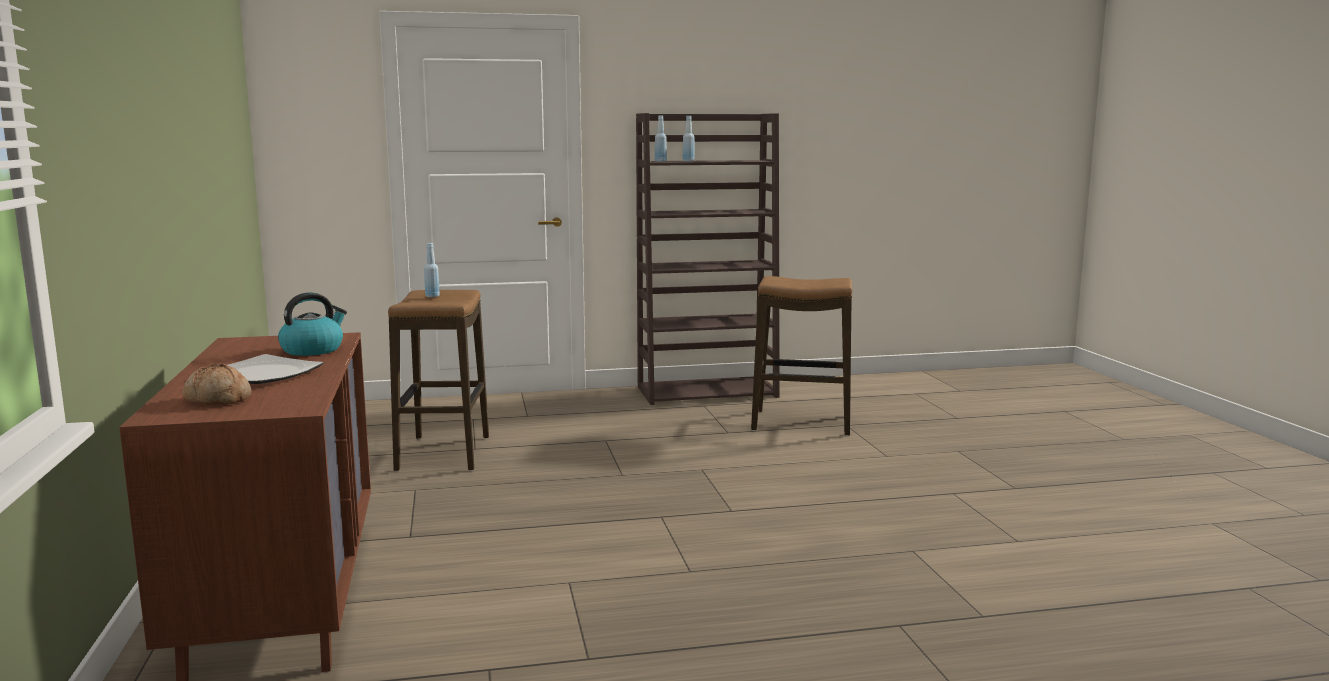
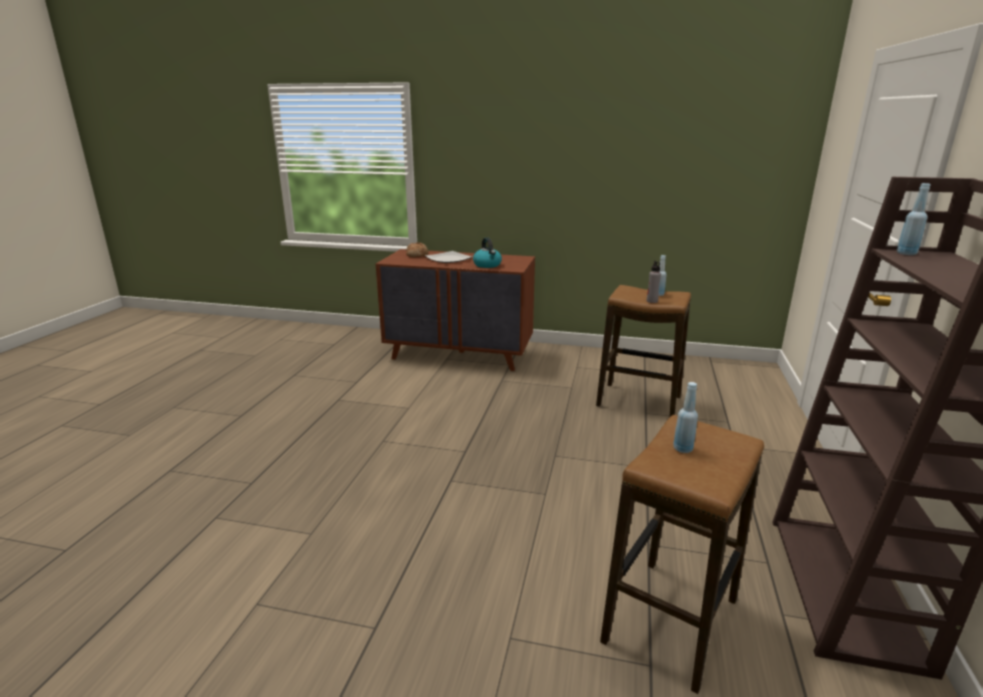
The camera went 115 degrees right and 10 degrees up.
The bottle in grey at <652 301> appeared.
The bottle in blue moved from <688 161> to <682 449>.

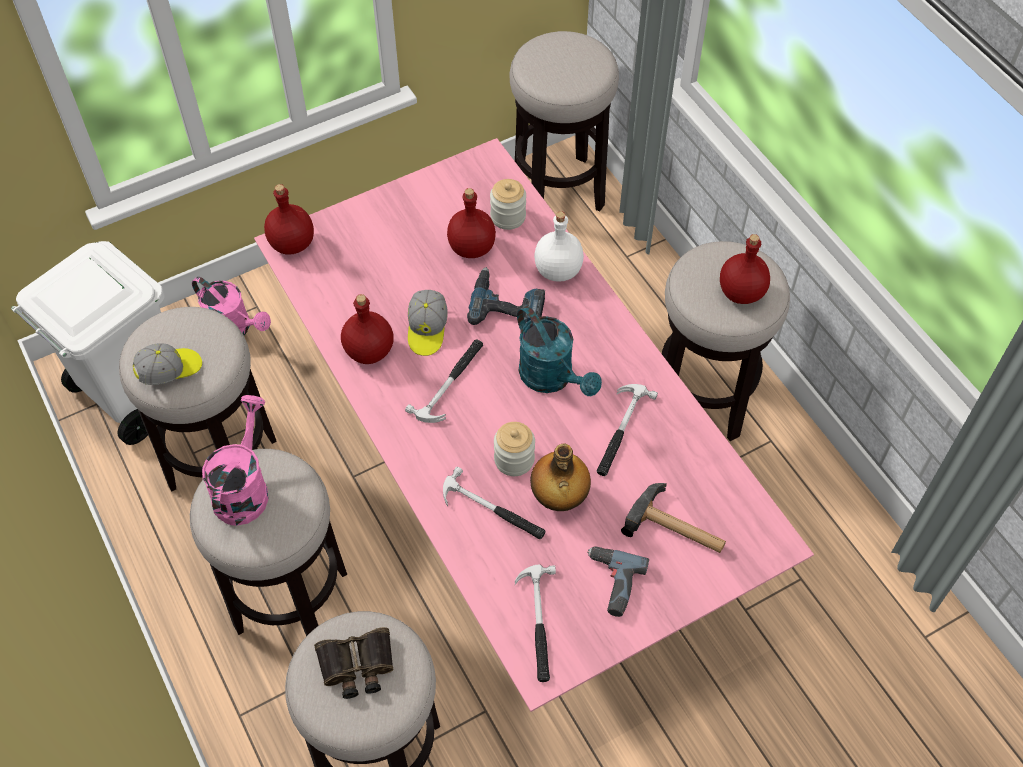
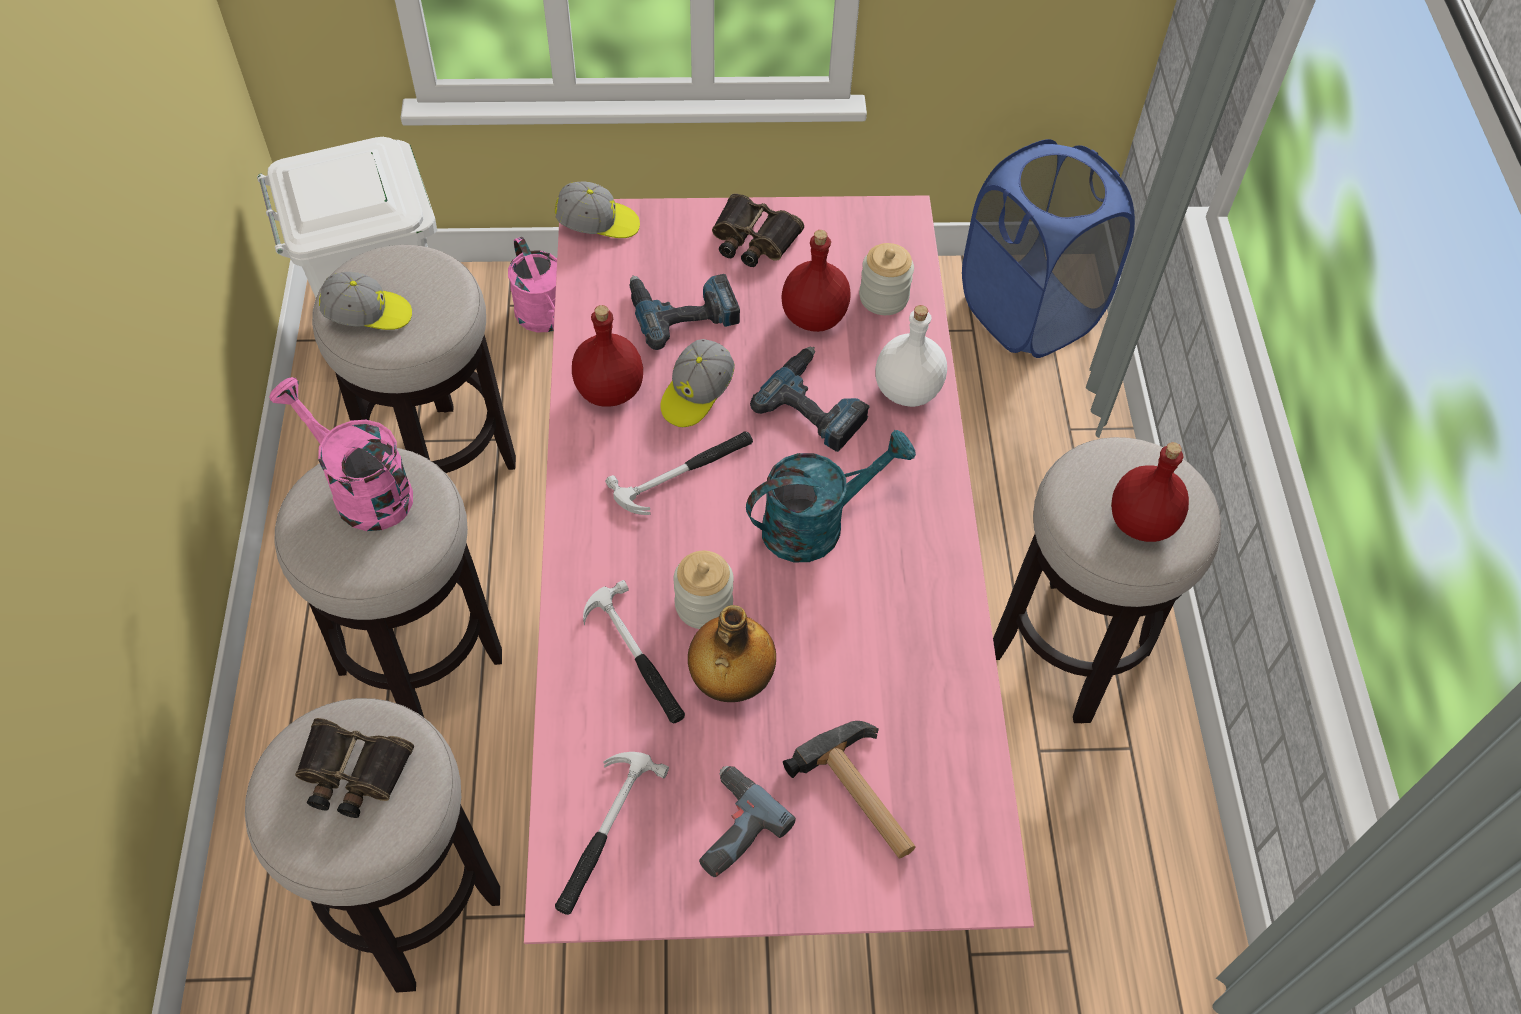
The camera went 25 degrees right and 0 degrees up.
The hammer at <620 431> disappeared.
The power drill at <683 310> appeared.
The binoculars at <752 239> appeared.
The bottle in red at <291 244> was replaced by the cap at <598 224>.
The stool at <559 189> was replaced by the laundry basket in blue at <1029 312>.
The watering can in pink at <244 488> turned 90 degrees counterclockwise.
The watering can in turquoise at <552 378> turned 105 degrees counterclockwise.

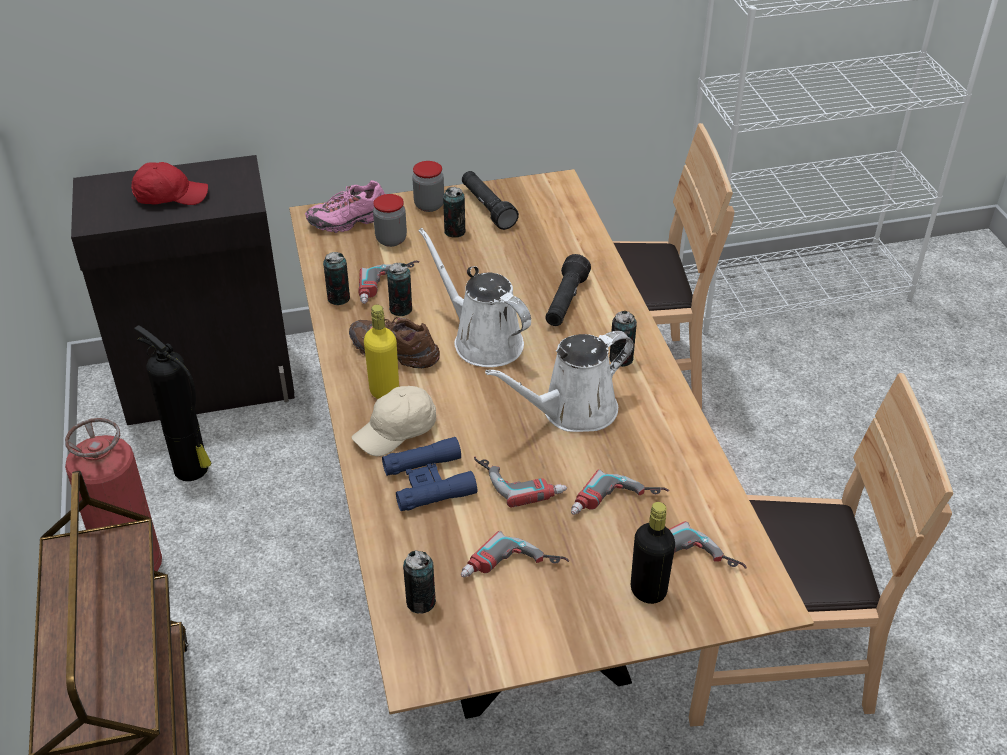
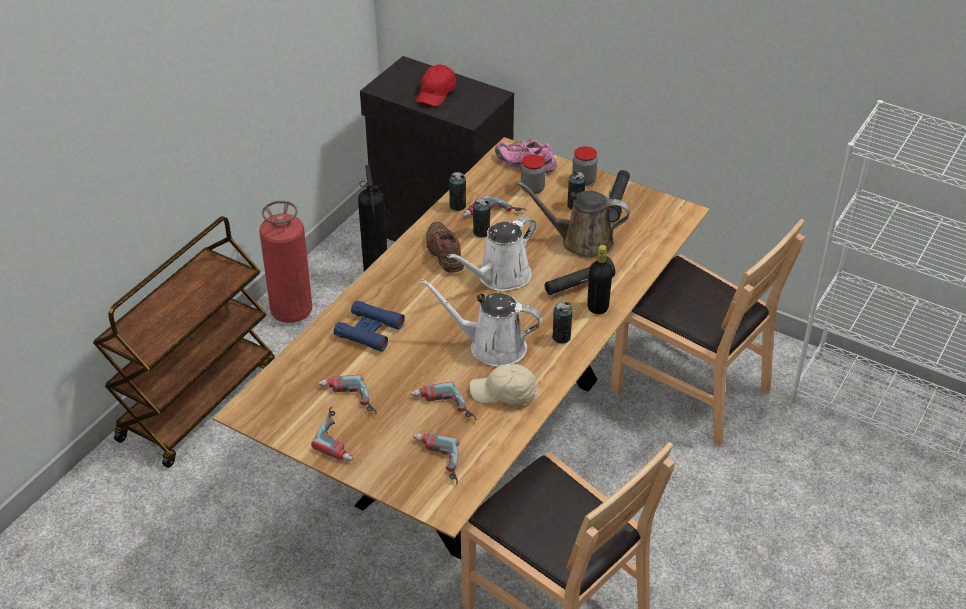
The camera went 45 degrees right and 0 degrees up.
The bottle in yellow at <384 391> disappeared.
The can at <421 602> disappeared.
The watering can in brown at <581 242> appeared.
The cap in beige moved from <397 431> to <504 394>.
The power drill moved from <520 479> to <340 437>.
The bottle in black moved from <648 590> to <597 307>.
The cap in red at <170 196> turned 75 degrees clockwise.
The watering can in white at <483 340> turned 135 degrees counterclockwise.

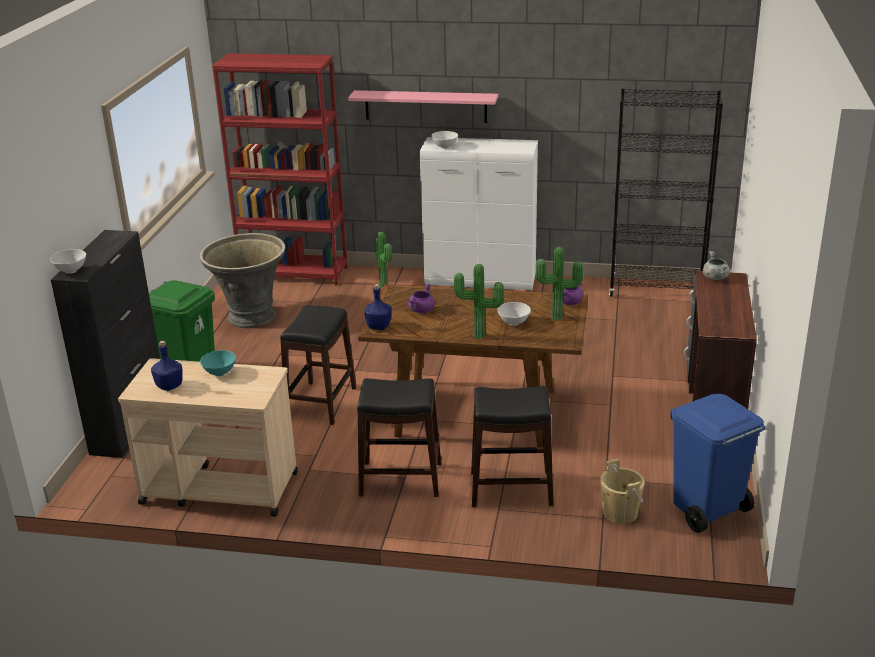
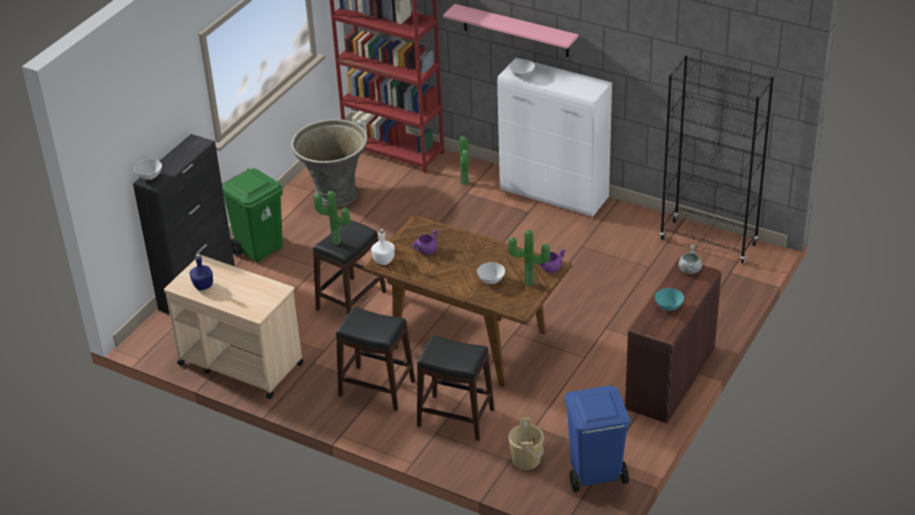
The camera went 20 degrees right and 10 degrees up.
The bowl in turquoise moved from <220 373> to <669 307>.
The potted plant moved from <479 337> to <335 243>.
The bottle in blue at <378 327> became the bottle in white at <383 261>.

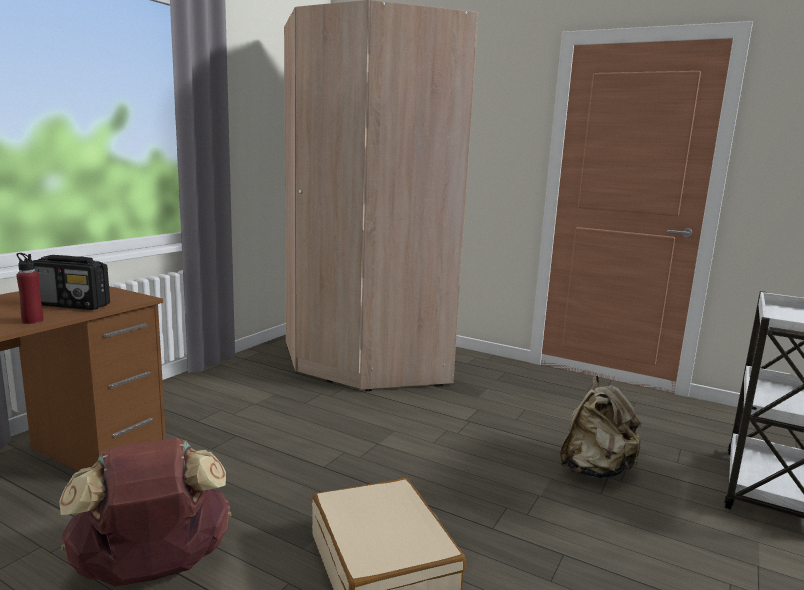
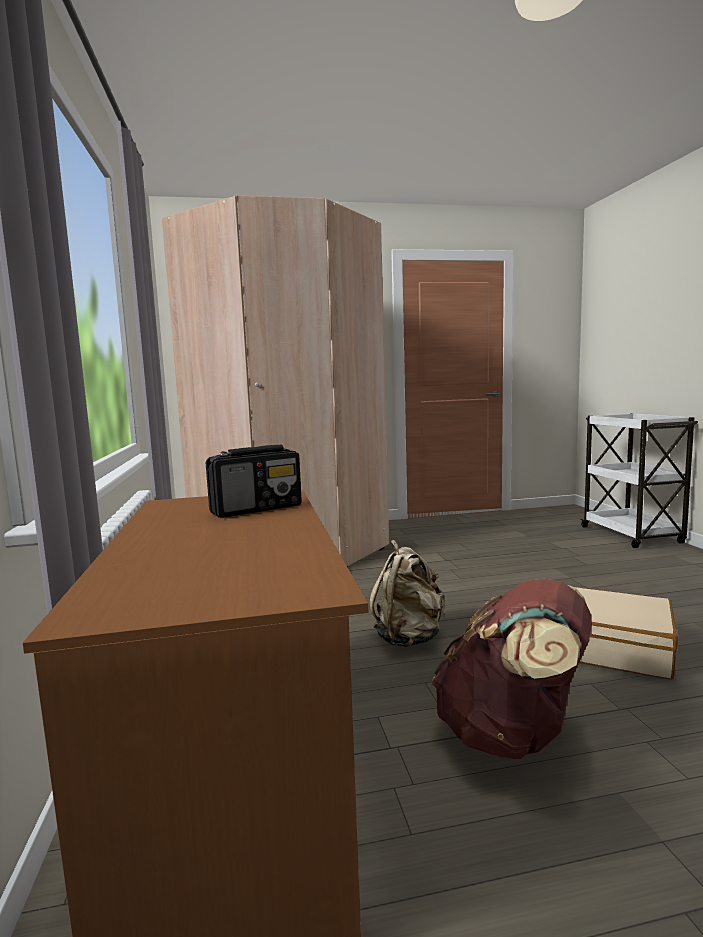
The camera went 40 degrees left and 5 degrees down.
The bottle in red at <32 321> disappeared.
The backpack in beige moved from <595 470> to <409 638>.

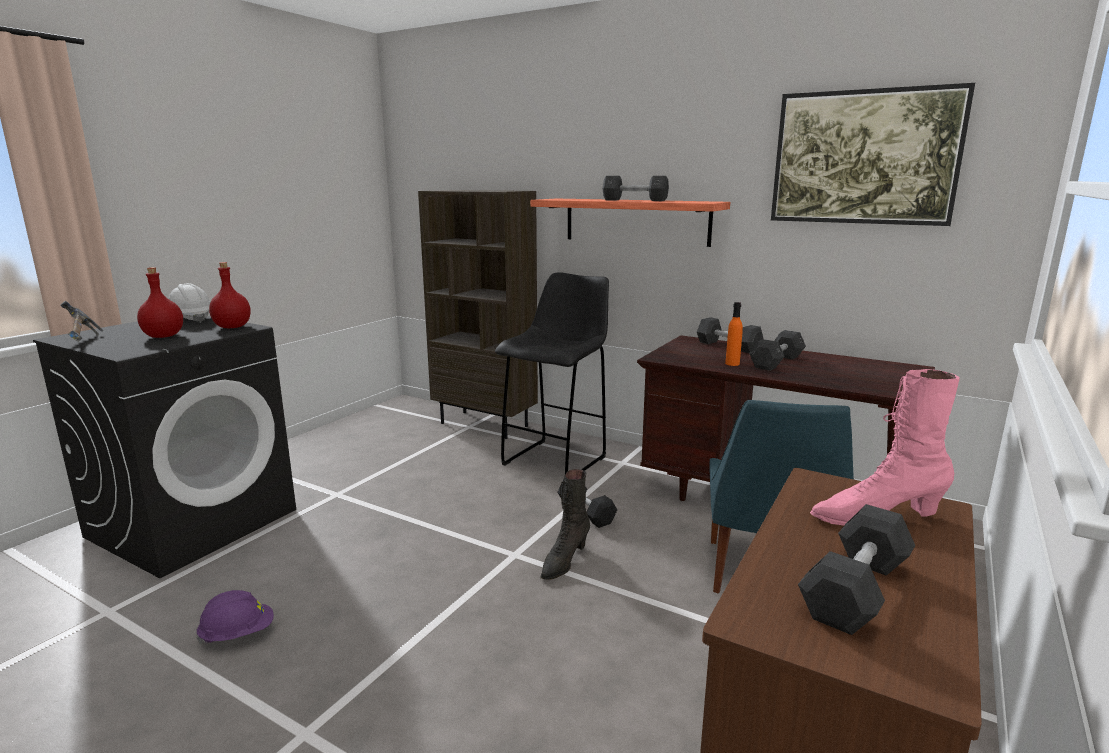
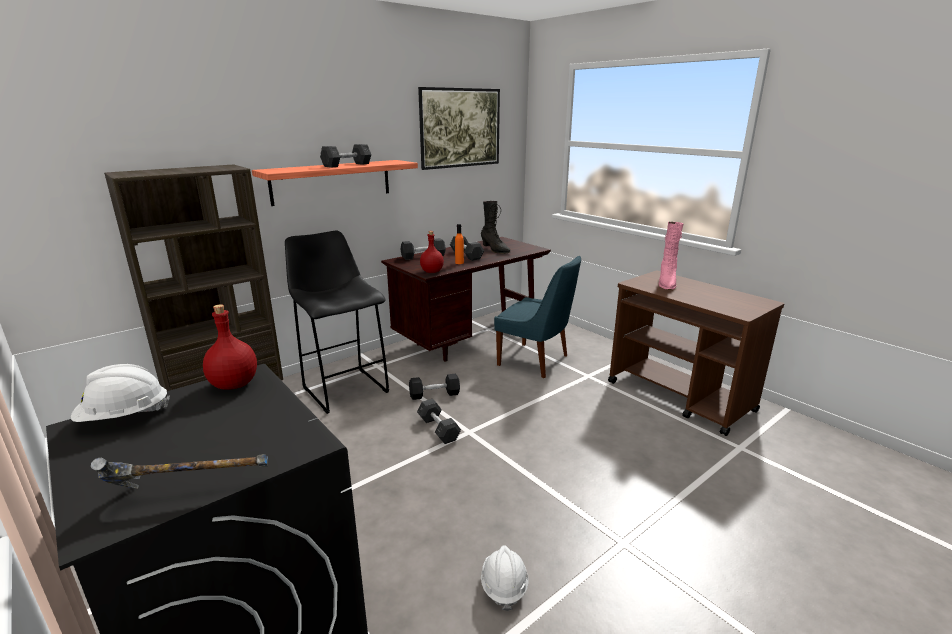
The camera went 70 degrees left and 5 degrees up.
The bottle in red moved from <163 336> to <432 272>.
The boot in black moved from <564 561> to <495 250>.
The dumbbell in grey moved from <855 590> to <438 429>.
The hard hat in purple at <238 634> became the hard hat in white at <504 586>.

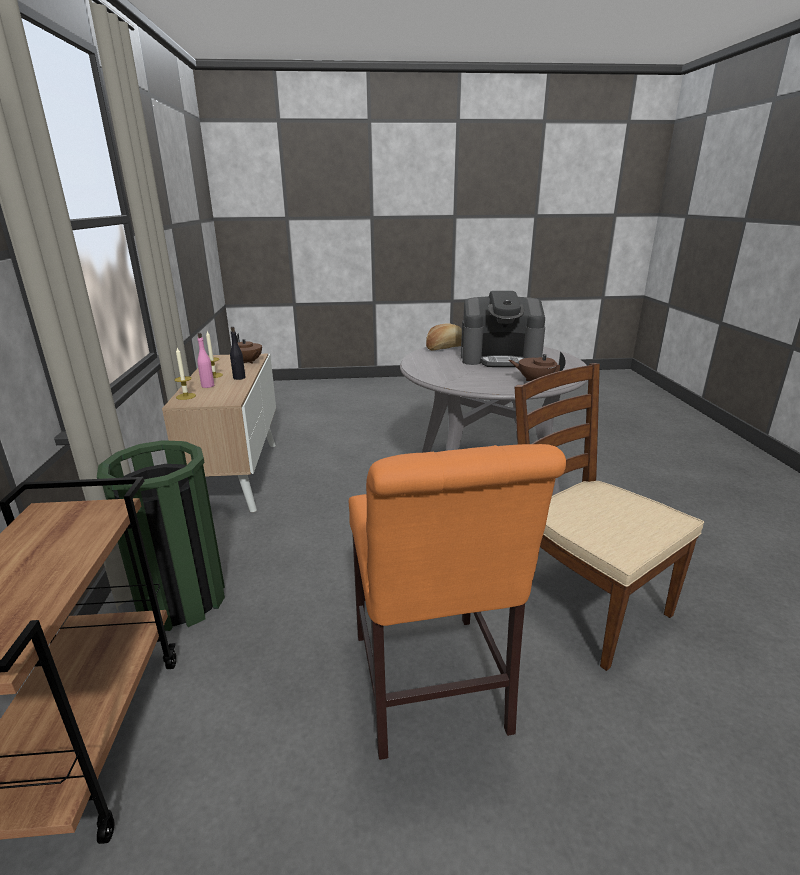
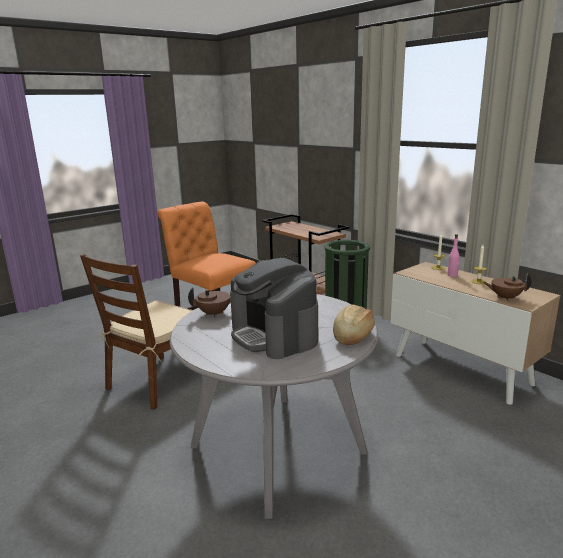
The camera went 145 degrees right and 5 degrees down.
The bottle in black at <239 378> disappeared.
The coffee machine at <500 358> turned 90 degrees counterclockwise.
The chair in brown at <583 603> turned 105 degrees clockwise.

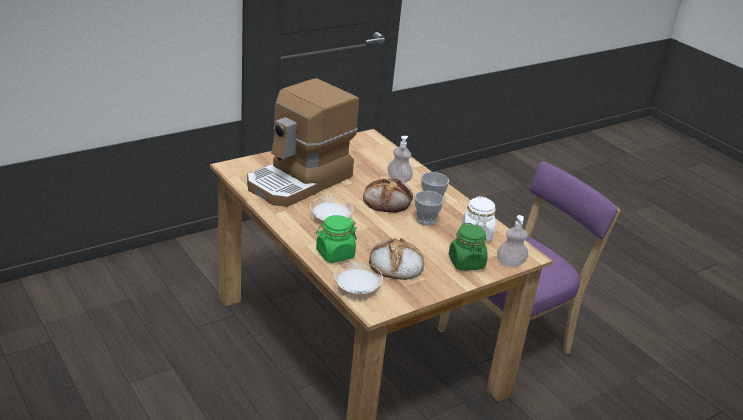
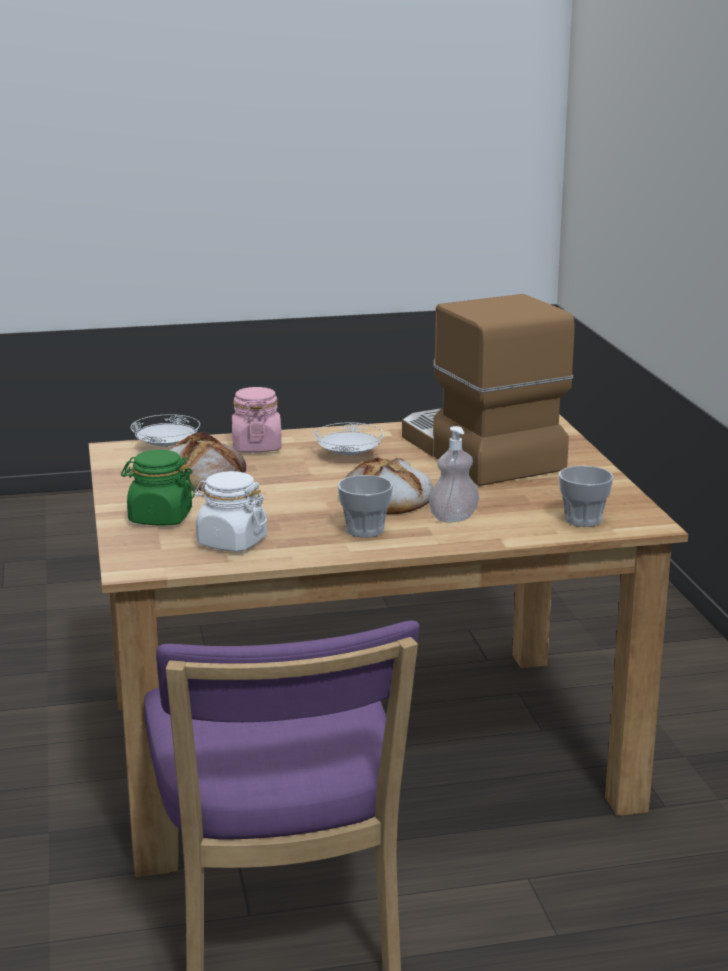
The camera went 115 degrees right and 10 degrees down.
The soap dispenser at <510 263> disappeared.
The cup moved from <426 220> to <583 519>.
The jar in green at <335 254> became the jar in pink at <256 447>.

